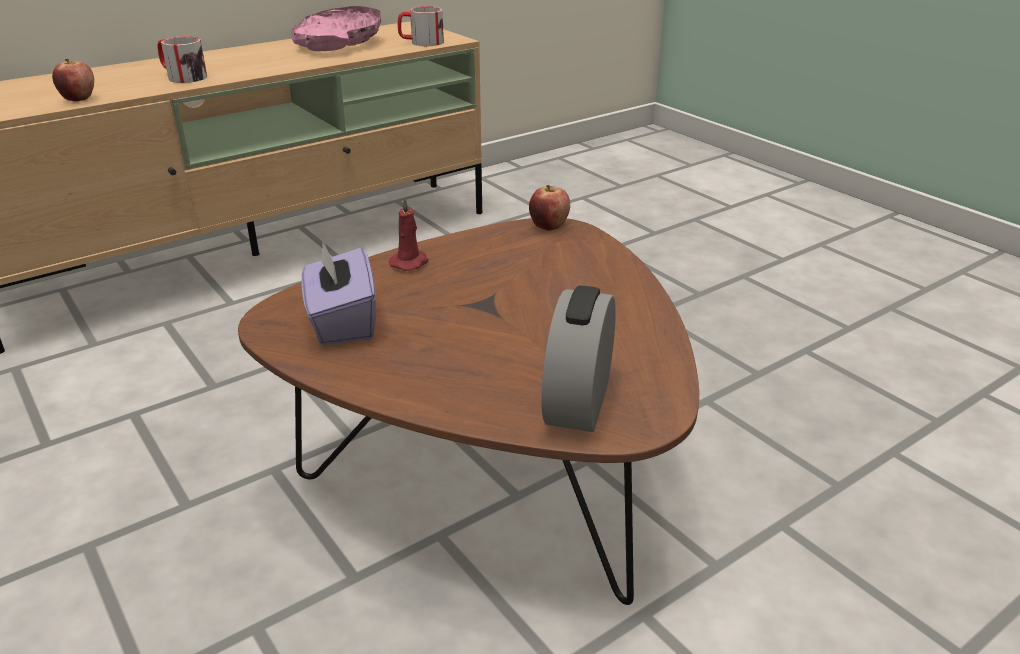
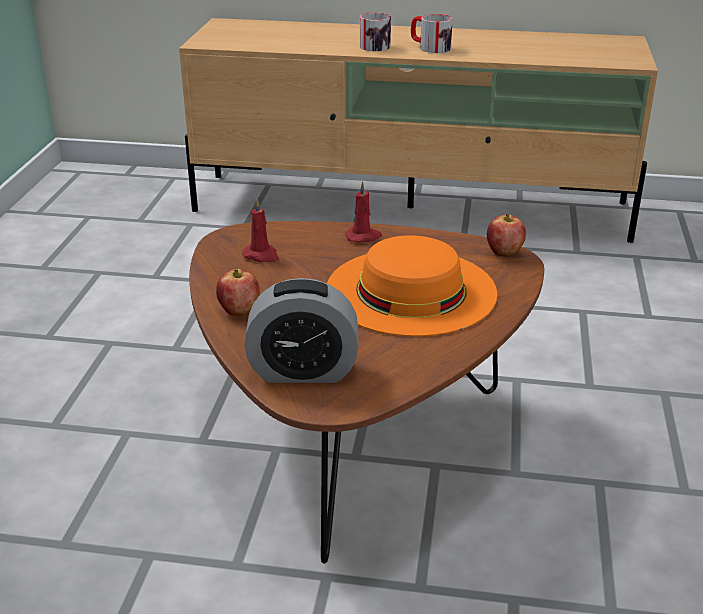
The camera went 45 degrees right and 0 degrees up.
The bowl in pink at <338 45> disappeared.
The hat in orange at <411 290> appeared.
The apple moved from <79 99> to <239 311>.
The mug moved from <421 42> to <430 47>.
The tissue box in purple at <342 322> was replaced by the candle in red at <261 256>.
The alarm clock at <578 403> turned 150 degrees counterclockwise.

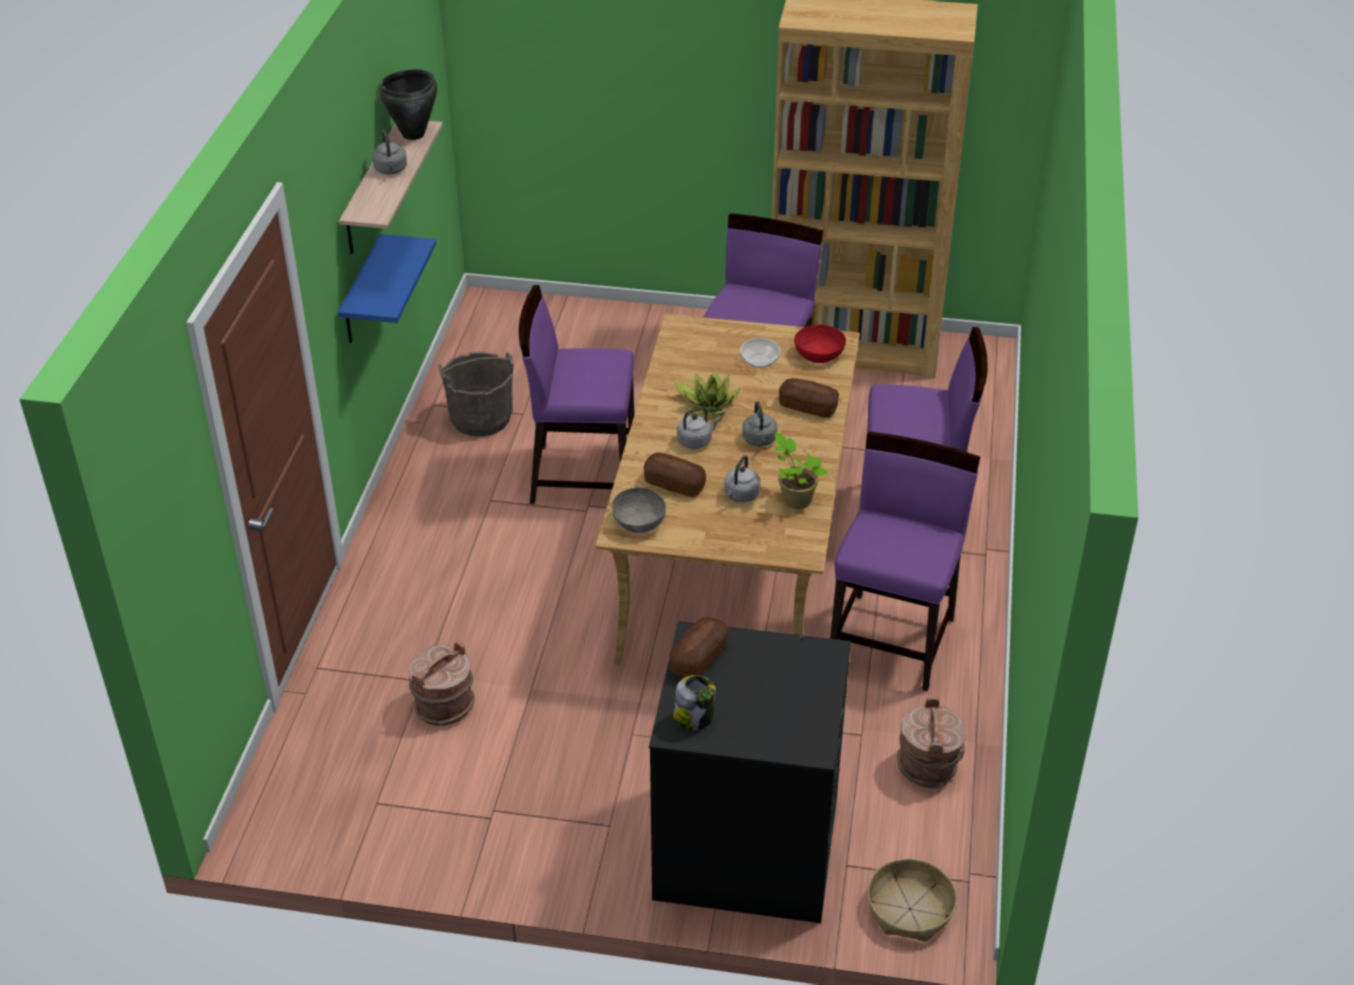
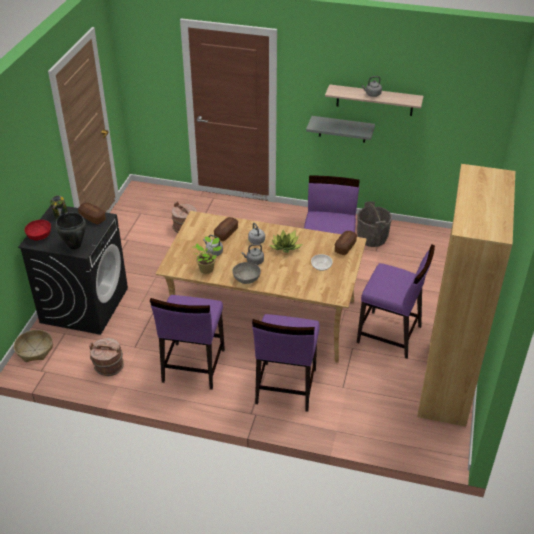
The camera went 95 degrees right and 0 degrees up.
The cooking pot in black moved from <413 134> to <74 246>.
The bowl in grey moved from <639 522> to <246 278>.
The bread moved from <808 407> to <345 247>.
The bowl in red moved from <818 355> to <39 235>.
The shelf in blue at <362 292> became the shelf in grey at <342 129>.
The chair in purple at <893 640> turned 75 degrees clockwise.

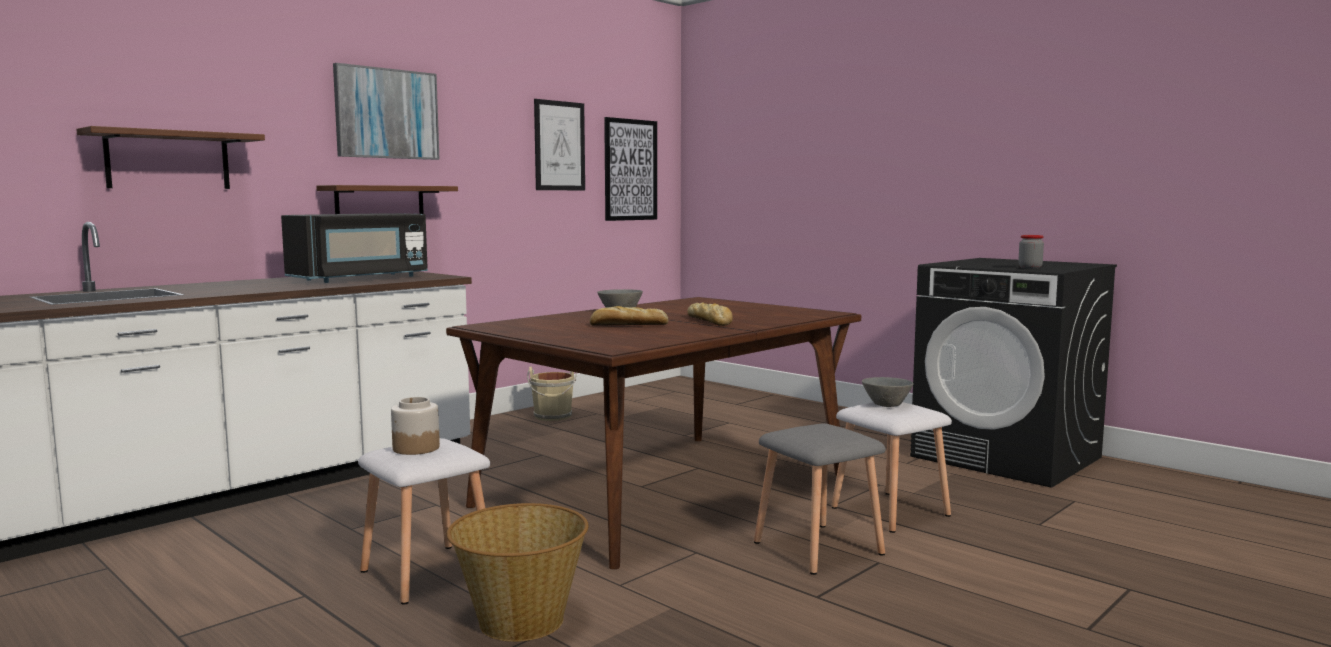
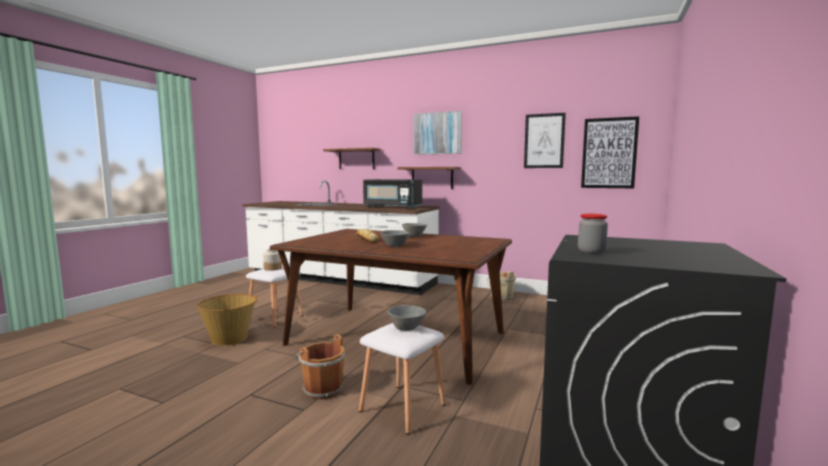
The camera went 70 degrees right and 0 degrees up.
The bread at <710 321> was replaced by the bowl in grey at <394 246>.
The stool in grey at <820 548> was replaced by the bucket in brown at <321 389>.

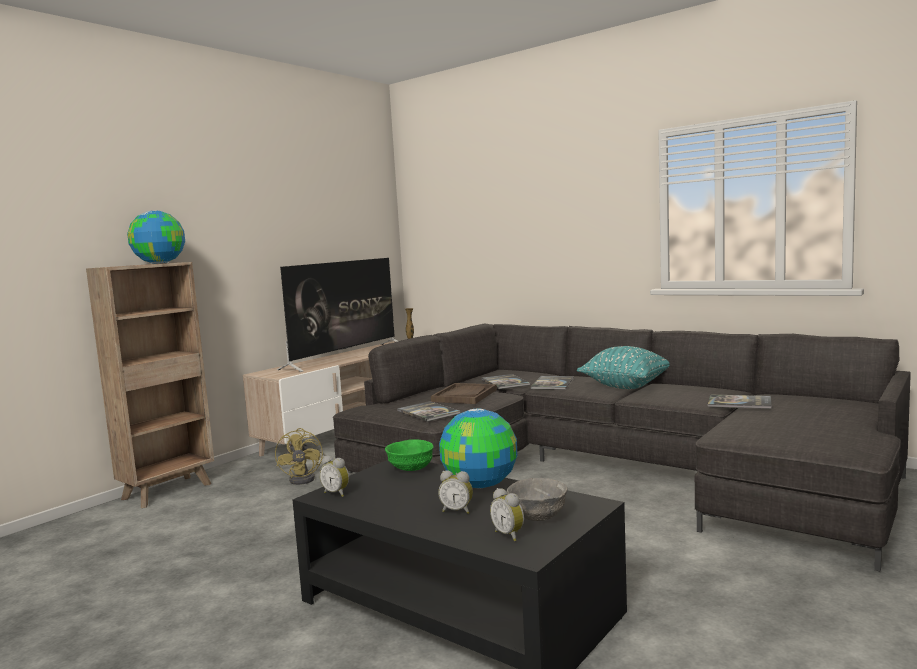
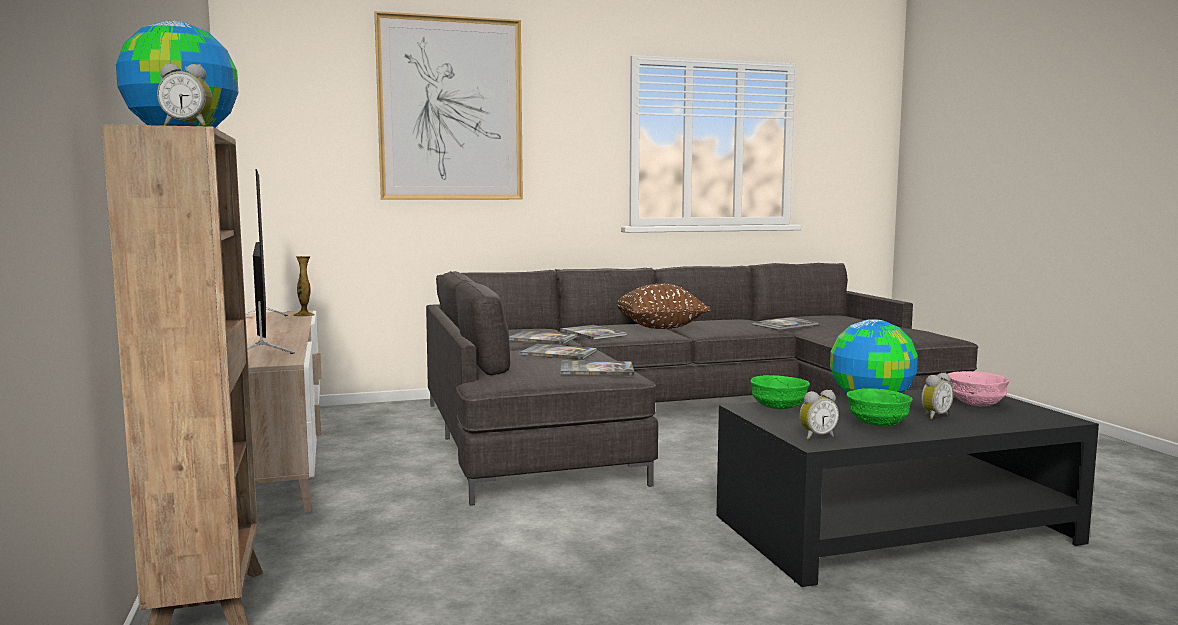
The camera went 55 degrees left and 0 degrees up.
The fan in yellow at <307 478> disappeared.
The picture at <450 109> appeared.
The bowl in green at <876 424> appeared.
The alarm clock moved from <509 535> to <188 127>.
The tray in brown at <464 395> was replaced by the book at <558 353>.
The bowl in grey at <538 516> became the bowl in pink at <977 403>.
The pillow in turquoise at <626 386> became the pillow in brown at <659 327>.

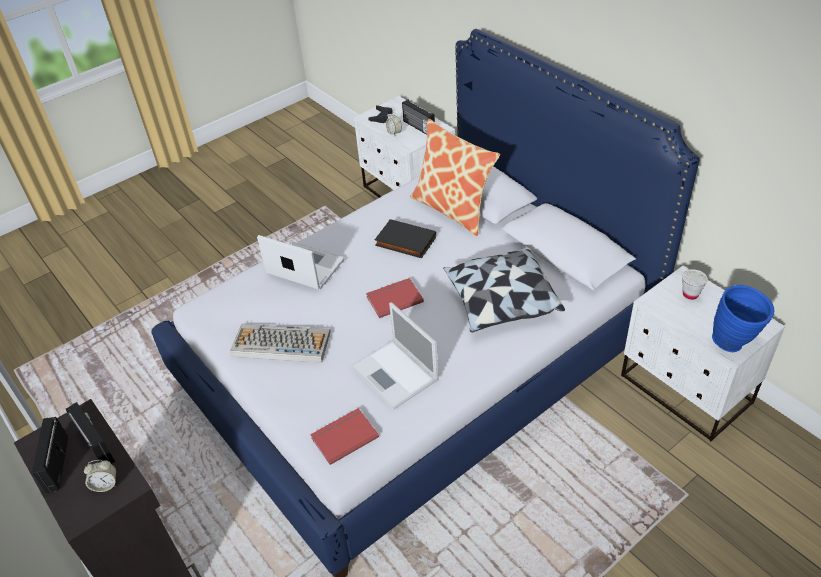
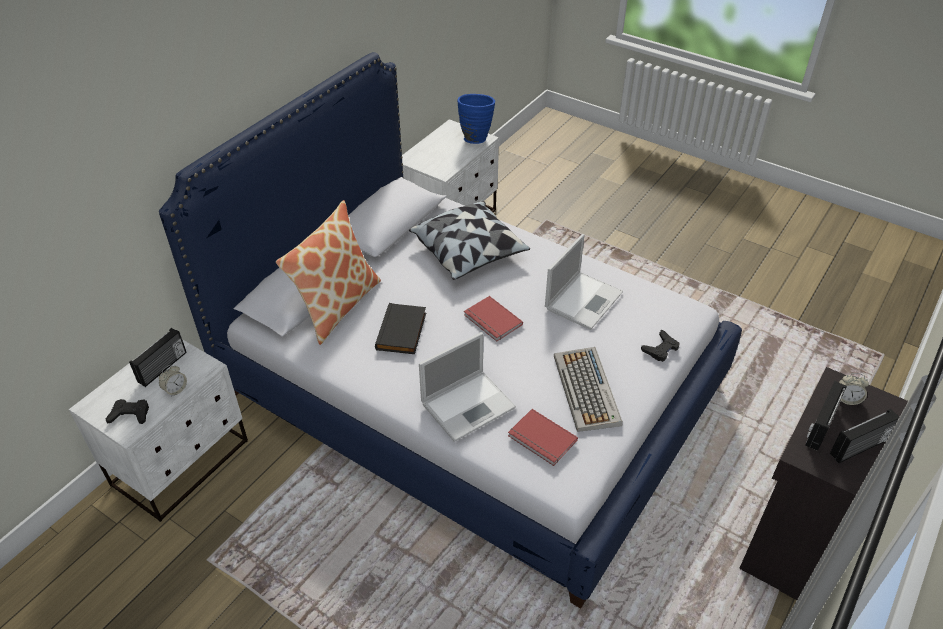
The camera went 110 degrees left and 0 degrees up.
The cup in white at <690 294> disappeared.
The game controller in black at <660 349> appeared.
The book in red moved from <343 436> to <541 439>.
The alarm clock at <105 484> turned 135 degrees clockwise.
The laptop at <304 267> turned 135 degrees counterclockwise.

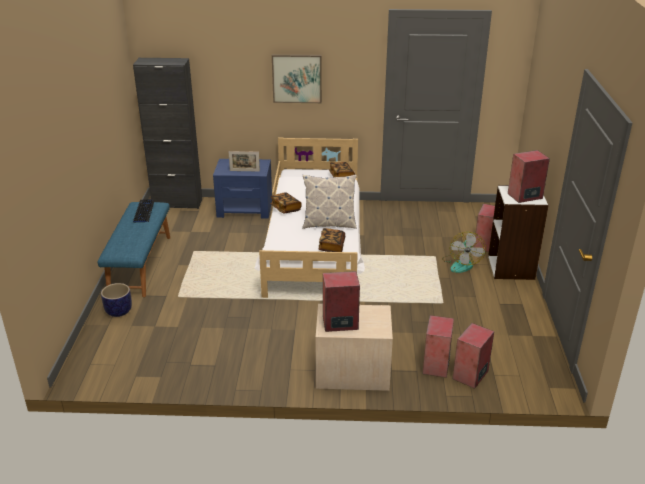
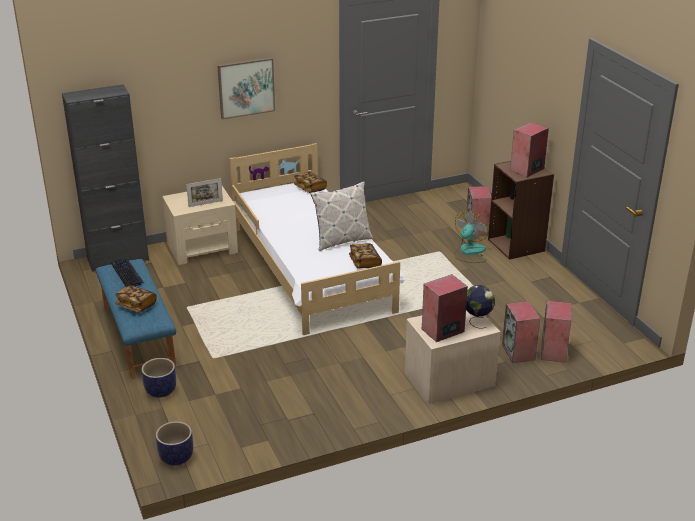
The camera went 25 degrees left and 0 degrees up.
The planter at <176 457> appeared.
The globe at <477 321> appeared.
The book moved from <285 208> to <136 305>.
The nightstand in blue at <245 208> became the nightstand in beige at <203 248>.
The bookcase in white at <511 268> became the bookcase in brown at <517 245>.
The fan at <461 264> turned 135 degrees counterclockwise.

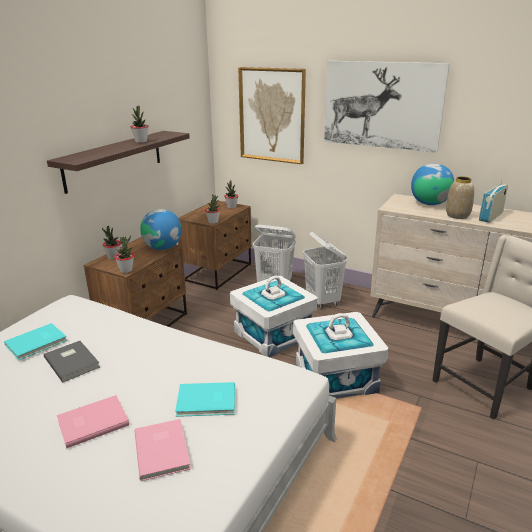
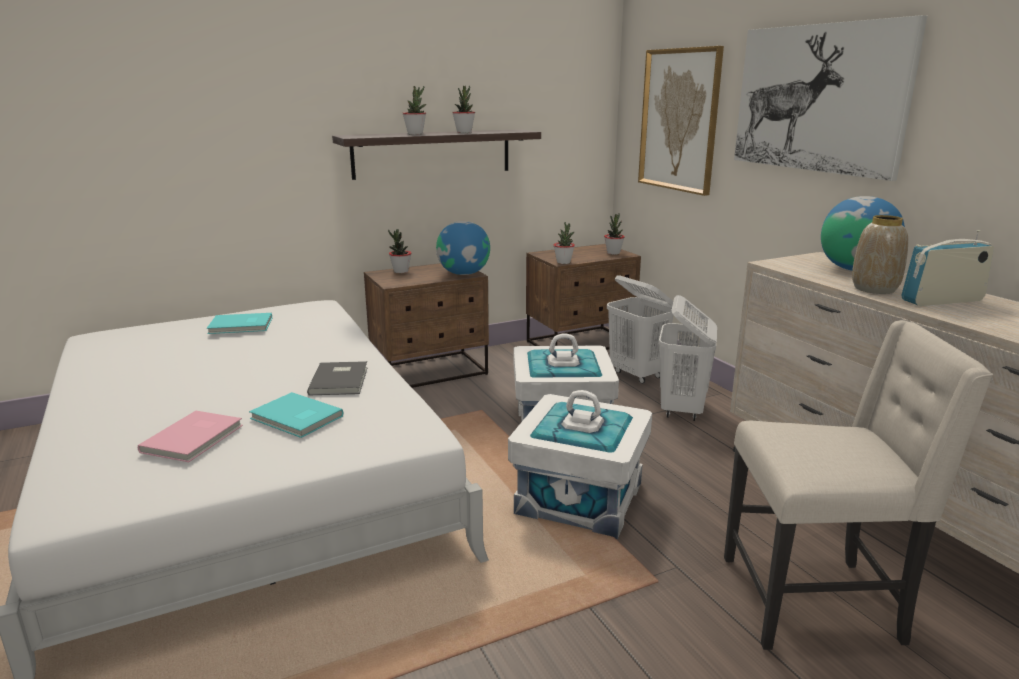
The camera went 35 degrees right and 5 degrees down.
The book in pink at <91 422> disappeared.
The book in grey moved from <73 361> to <341 380>.
The potted plant moved from <126 270> to <415 134>.

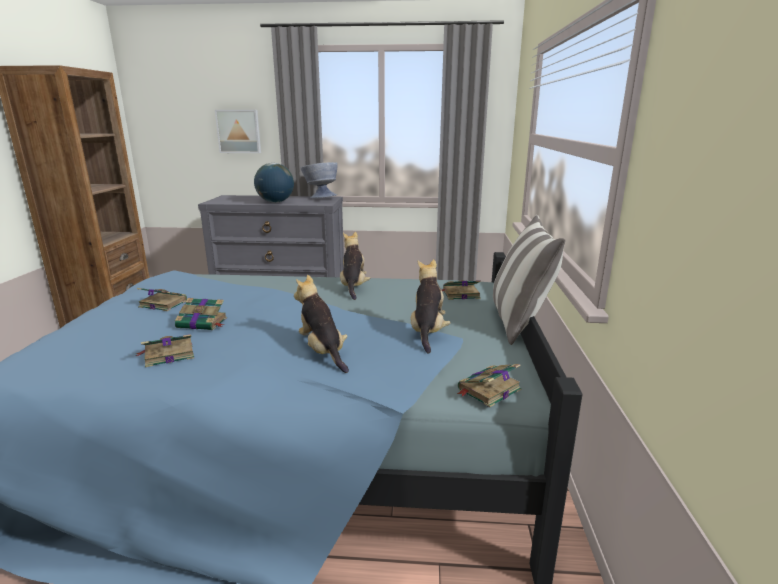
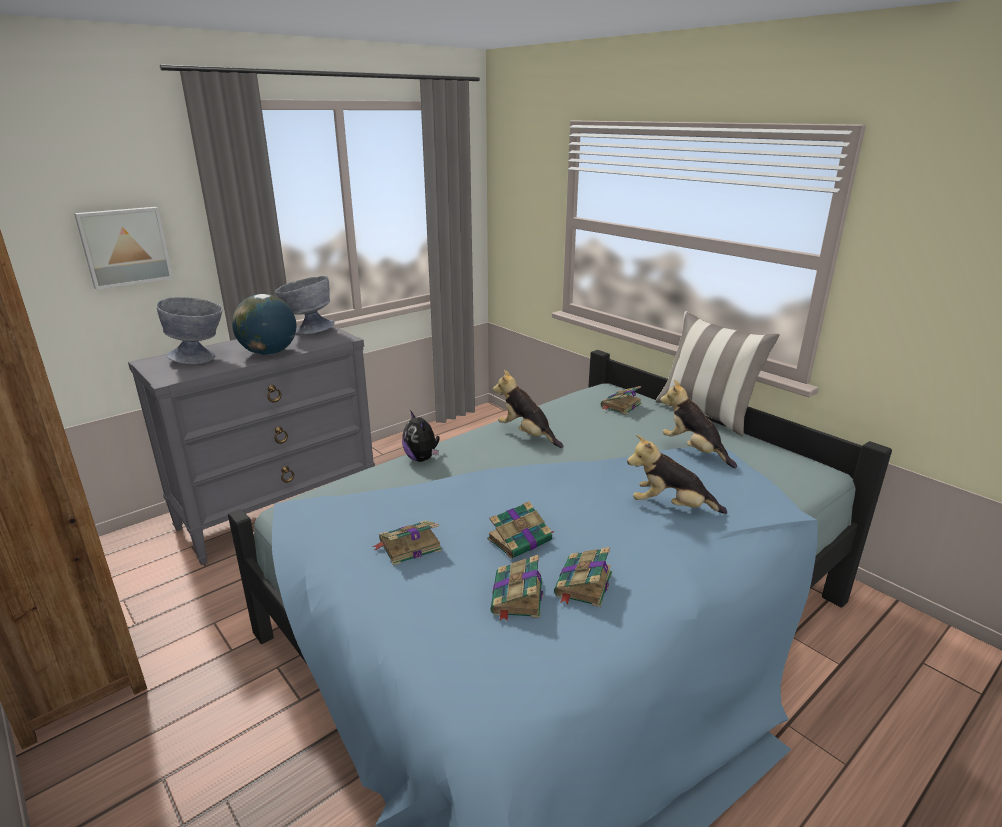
The camera went 45 degrees left and 5 degrees up.
The bowl in grey at <200 359> appeared.
The plush toy at <422 458> appeared.
The book moved from <488 390> to <517 597>.

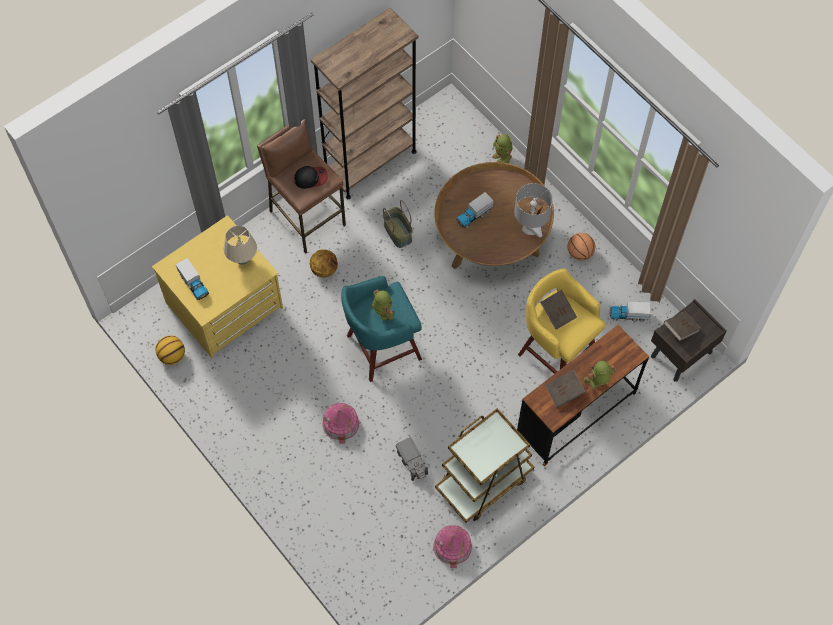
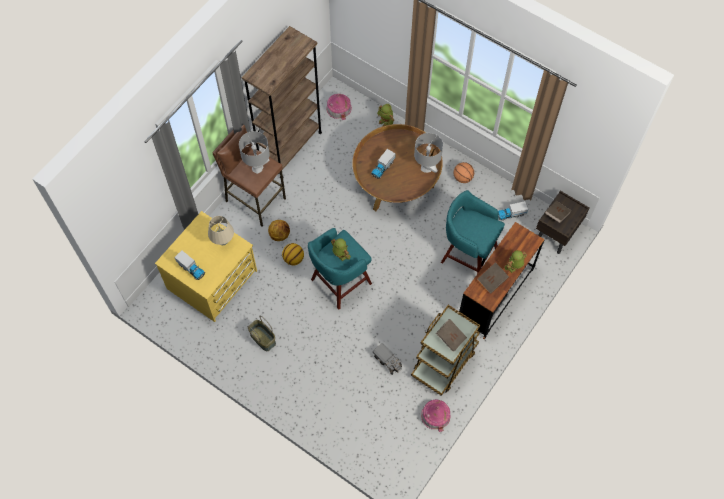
The camera went 15 degrees left and 0 degrees up.
The basketball moved from <172 356> to <293 259>.
The toy house moved from <340 423> to <339 108>.
The basket moved from <398 232> to <263 338>.
The book in brown moved from <558 313> to <450 337>.
The cap at <311 178> was replaced by the table lamp in grey at <257 168>.
The stool in yellow at <556 352> became the stool in turquoise at <467 254>.

